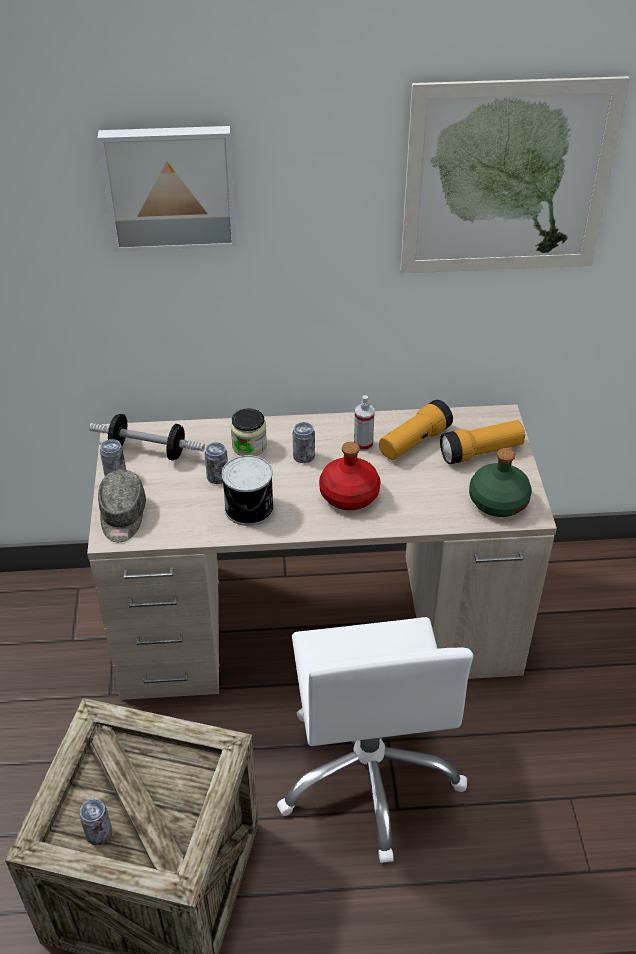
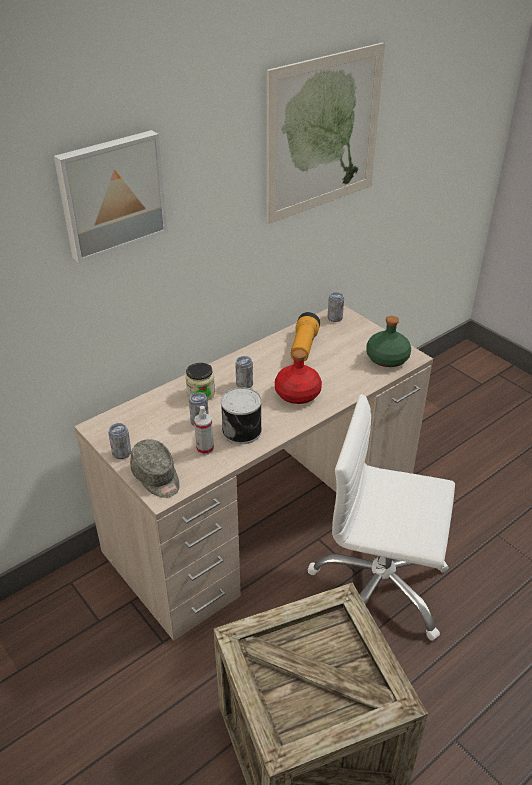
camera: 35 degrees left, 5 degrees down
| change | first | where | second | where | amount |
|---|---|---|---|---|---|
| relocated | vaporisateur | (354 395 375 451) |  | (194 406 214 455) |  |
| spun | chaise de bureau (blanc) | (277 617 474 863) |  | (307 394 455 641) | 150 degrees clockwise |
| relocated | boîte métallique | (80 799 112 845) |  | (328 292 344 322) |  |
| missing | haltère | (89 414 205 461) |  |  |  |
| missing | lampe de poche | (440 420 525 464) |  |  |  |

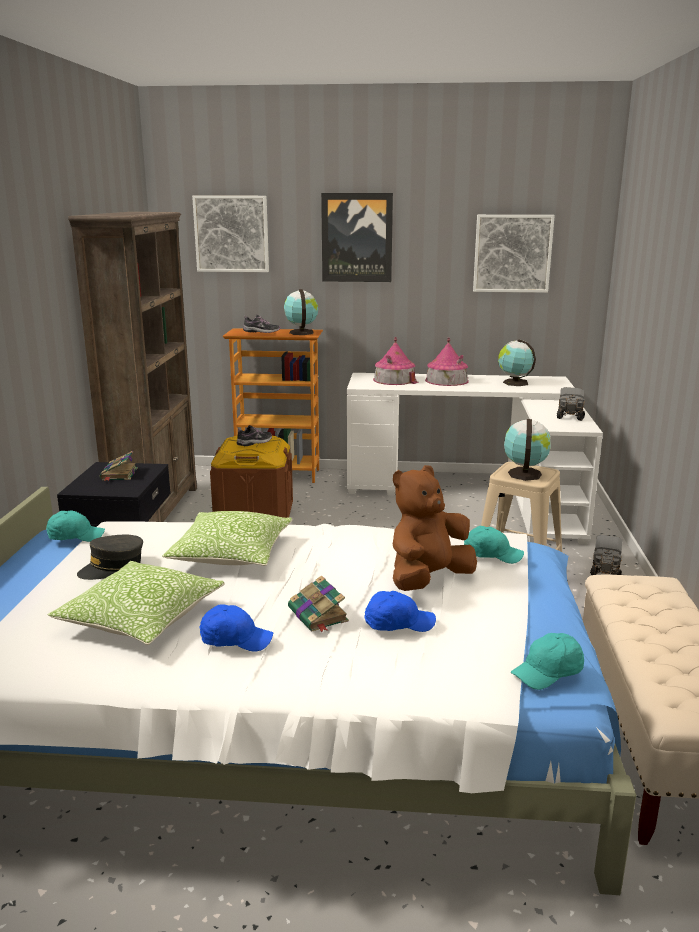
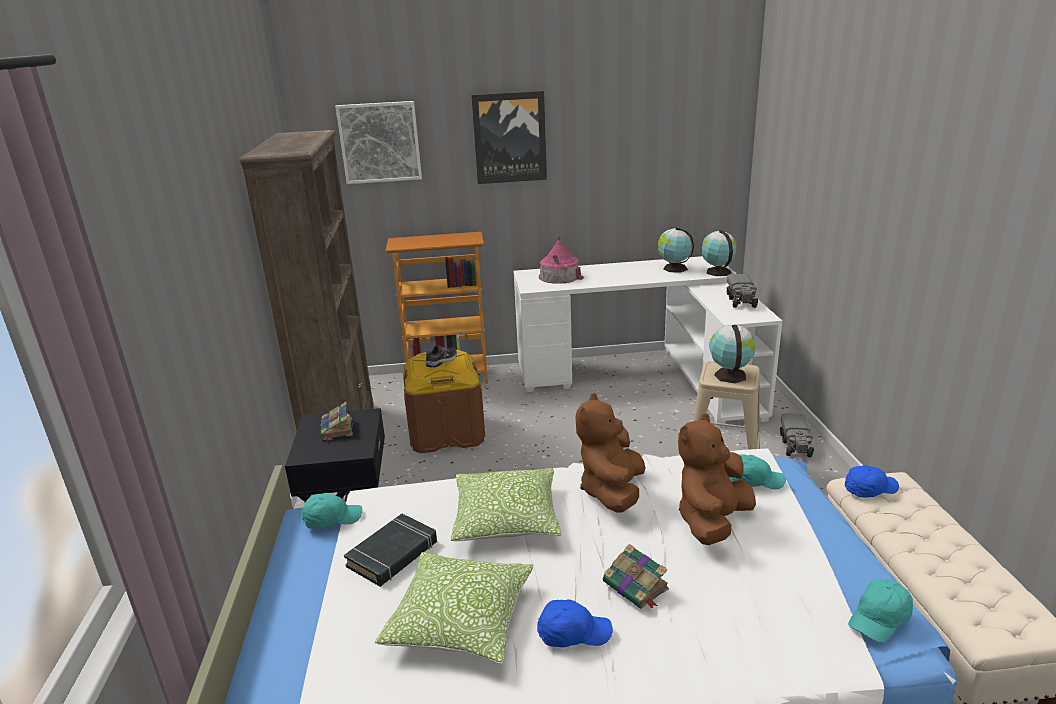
camera: 10 degrees left, 5 degrees up
| change | first | where | second | where | amount |
|---|---|---|---|---|---|
| exchanged | casquette (gris) | (77 535 143 580) | livre (noir) | (344 514 437 587) |  |
| appeared |  |  | peluche (marron) | (575 393 646 513) |  |
| relocated | globe | (284 289 318 335) |  | (702 230 736 276) |  |
| relocated | casquette (bleu) | (364 591 436 632) |  | (845 465 899 498) |  |
| missing | chaussure | (243 315 280 333) |  |  |  |
| missing | maison miniature | (425 338 469 386) |  |  |  |
| missing | tableau | (473 215 555 293) |  |  |  |

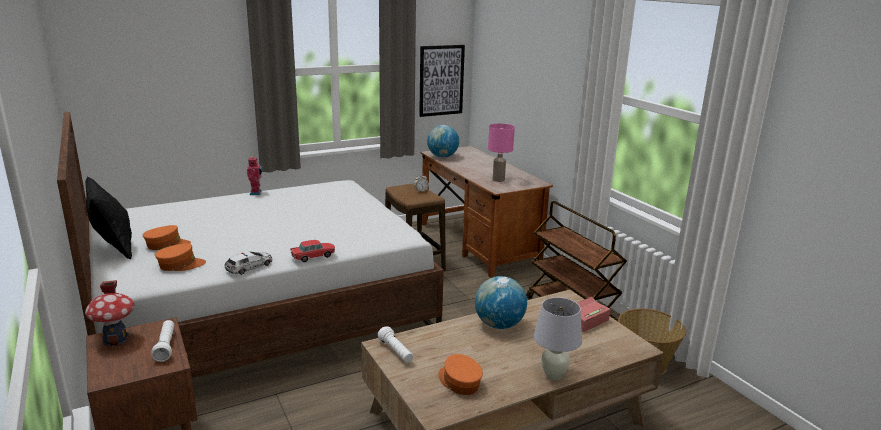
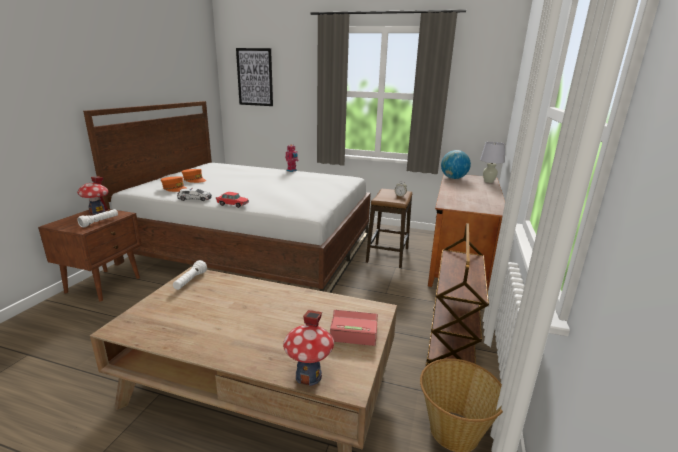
camera: 45 degrees right, 0 degrees up
| change | first | where | second | where | amount |
|---|---|---|---|---|---|
| relocated | tableau | (419 45 465 117) |  | (236 48 273 106) |  |
| appeared |  |  | maison miniature | (283 310 334 386) |  |
| relocated | lampe de table (blanc) | (534 297 582 380) |  | (480 142 505 183) |  |
| missing | coussin (noir) | (85 177 132 259) |  |  |  |
| missing | casquette (orange) | (438 354 483 395) |  |  |  |
| missing | globe | (475 276 527 329) |  |  |  |
| missing | lampe de table (rose) | (488 123 515 182) |  |  |  |

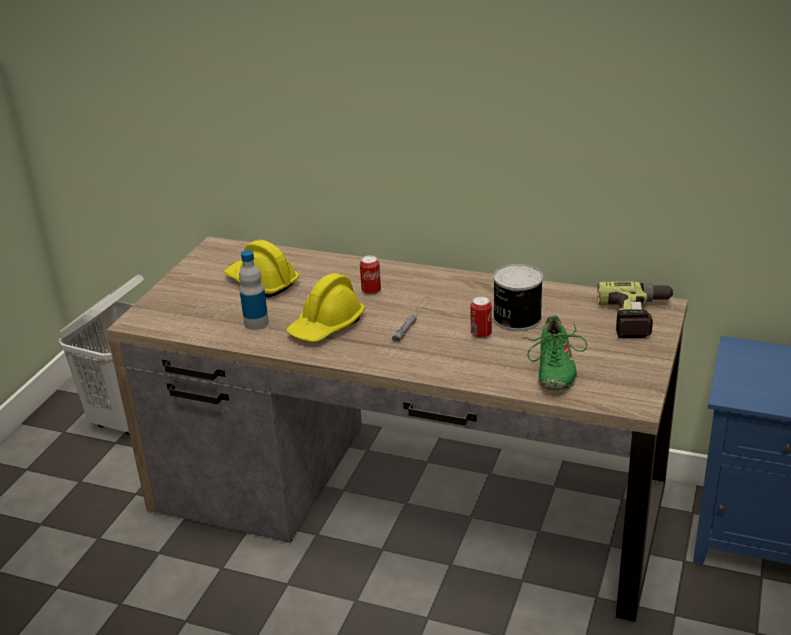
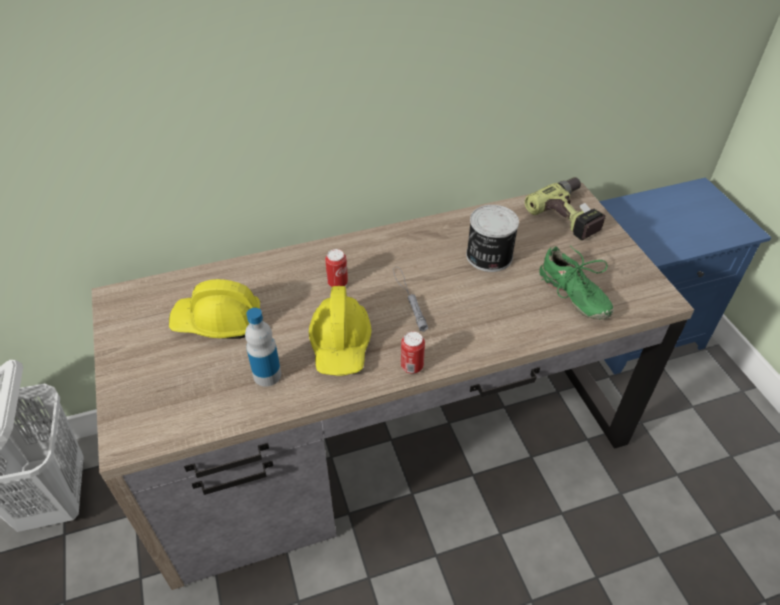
camera: 40 degrees left, 15 degrees up
| change | first | where | second | where | amount |
|---|---|---|---|---|---|
| relocated | boîte métallique | (471 296 492 339) |  | (401 331 425 374) |  |

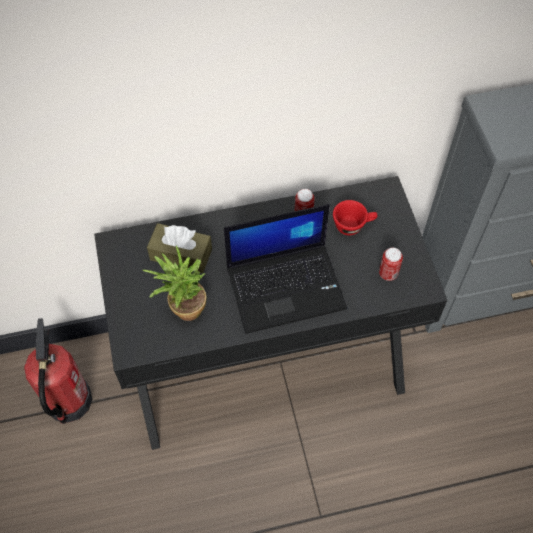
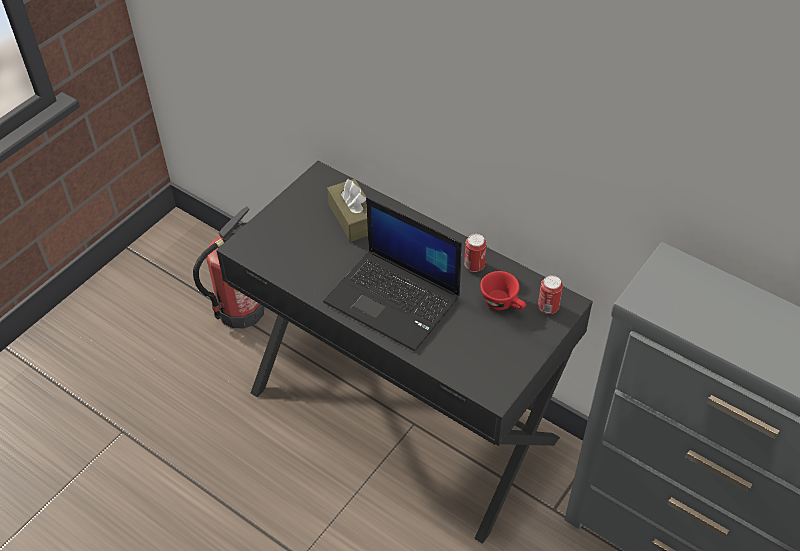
camera: 50 degrees right, 10 degrees down
| change | first | where | second | where | amount |
|---|---|---|---|---|---|
| relocated | boîte métallique | (379 248 403 281) |  | (538 275 563 314) |  |
| missing | plante en pot | (143 245 206 321) |  |  |  |

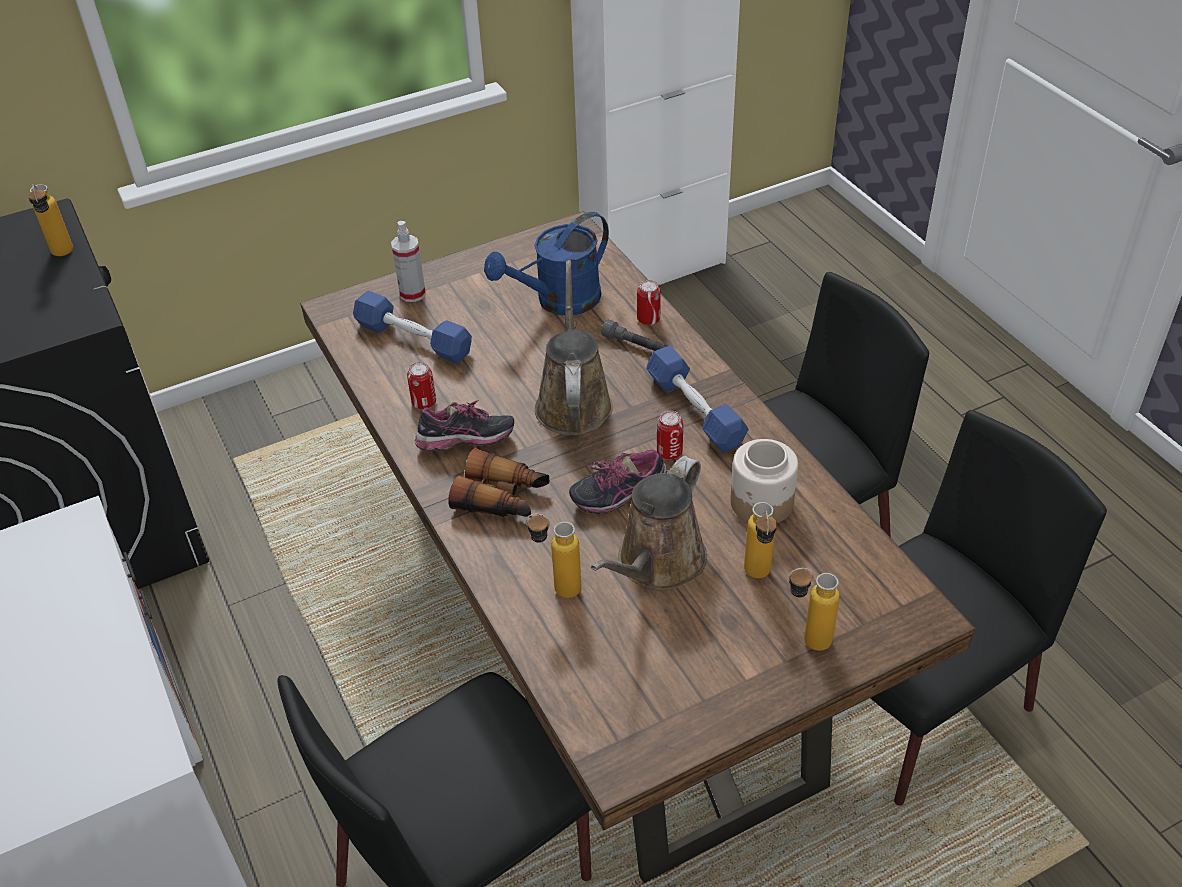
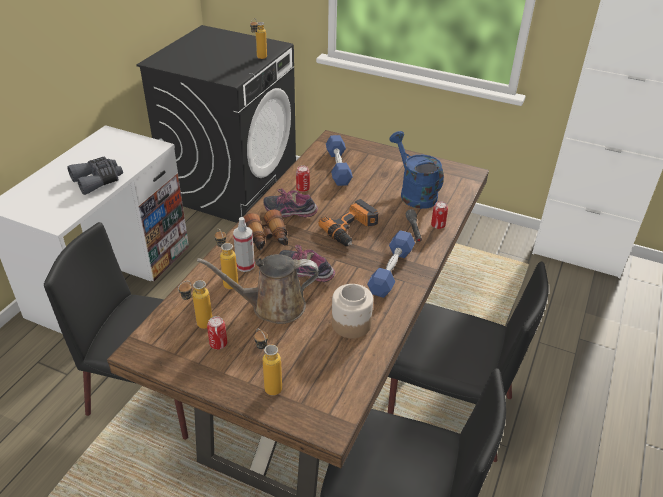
camera: 50 degrees right, 5 degrees down
| change | first | where | second | where | amount |
|---|---|---|---|---|---|
| appeared |  |  | jumelles (gris) | (67 156 123 195) |  |
| relocated | bouteille | (744 502 777 578) |  | (178 280 212 329) |  |
| relocated | boîte métallique | (657 411 683 460) |  | (207 316 227 349) |  |
| relocated | vaporisateur | (391 221 426 302) |  | (233 217 255 272) |  |
| spun | chaussure | (415 400 514 451) |  | (263 188 318 217) | 150 degrees clockwise |
| exchanged | arrosoir (marron) | (535 260 613 435) | perceuse | (318 199 378 246) |  |
| spun | arrosoir (bleu) | (484 212 609 315) |  | (389 131 444 209) | 45 degrees clockwise |

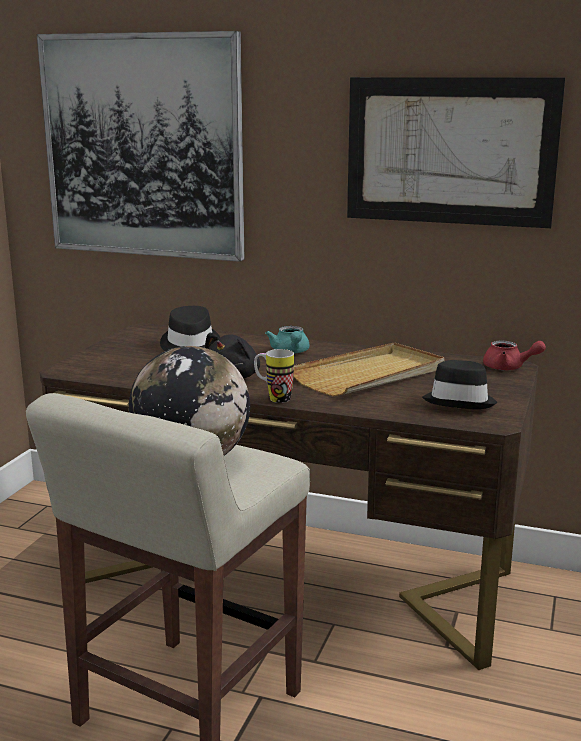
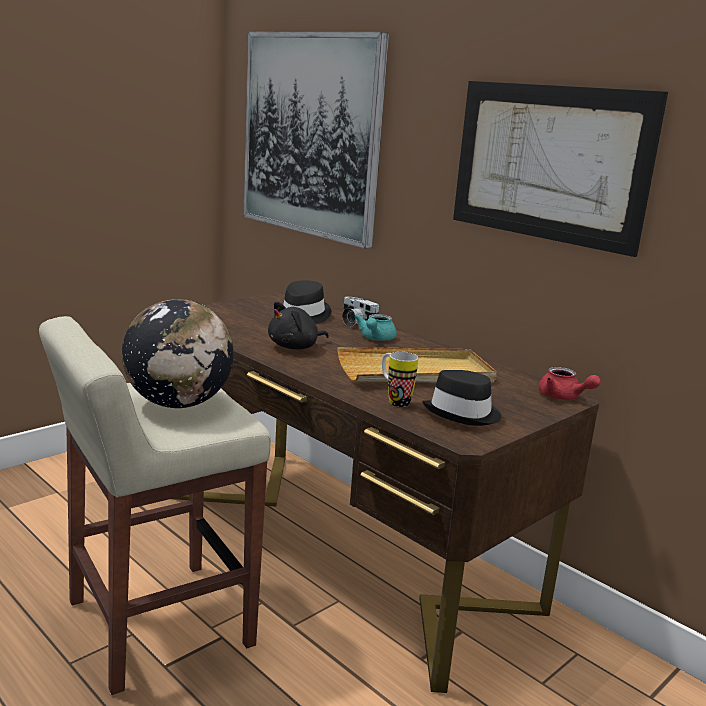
camera: 25 degrees right, 0 degrees up
| change | first | where | second | where | amount |
|---|---|---|---|---|---|
| appeared |  |  | appareil photo | (342 296 379 327) |  |
| relocated | mug | (254 349 294 403) |  | (382 352 418 407) |  |

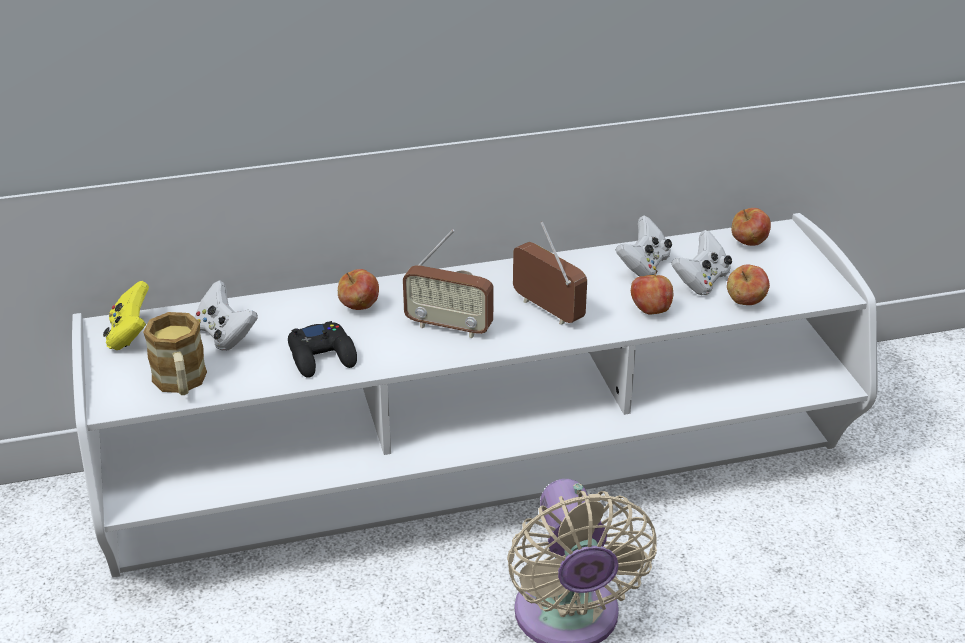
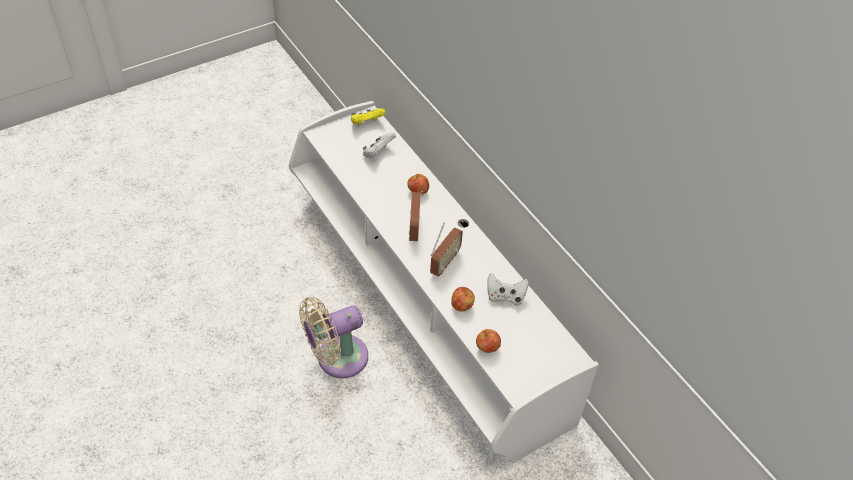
camera: 70 degrees right, 15 degrees up
| change | first | where | second | where | amount |
|---|---|---|---|---|---|
| missing | mug | (143 312 207 395) |  |  |  |
| missing | manette (noir) | (288 321 357 378) |  |  |  |
| missing | manette (blanc) | (672 230 732 295) |  |  |  |
| missing | pomme | (731 208 771 246) |  |  |  |

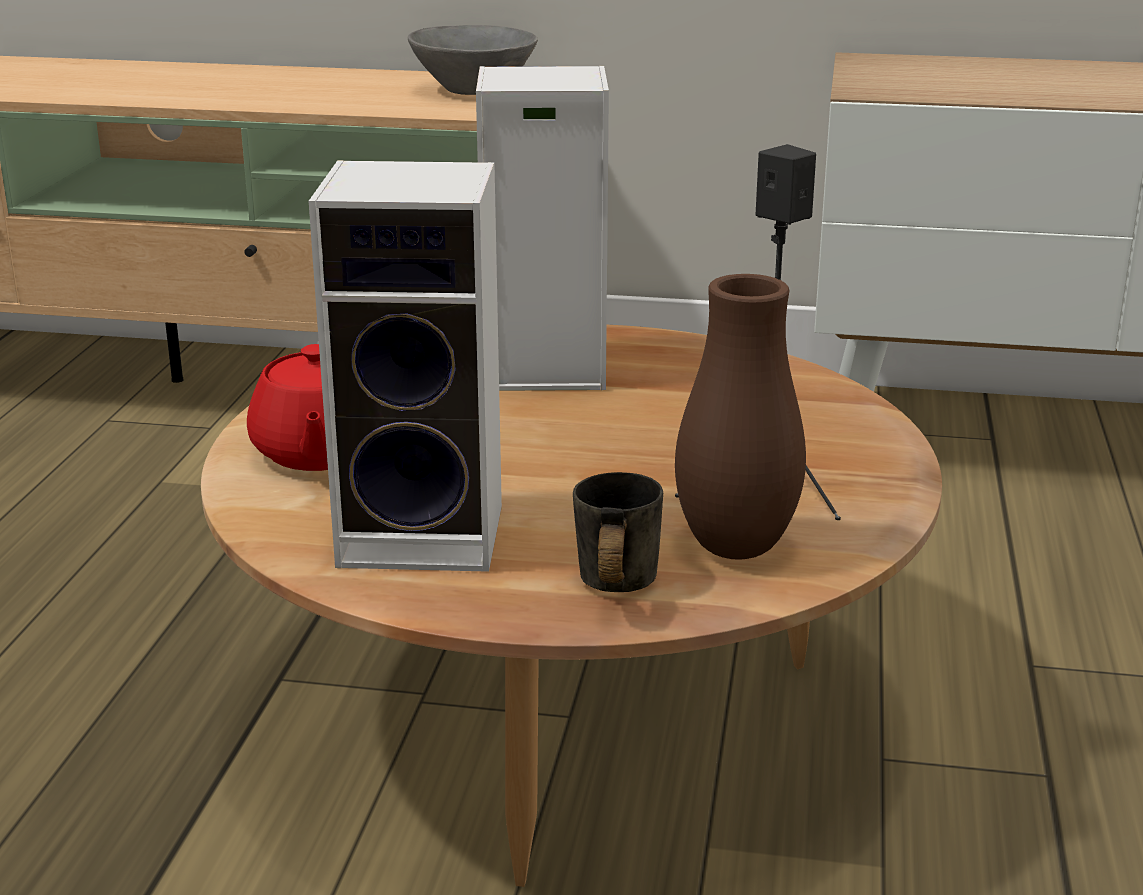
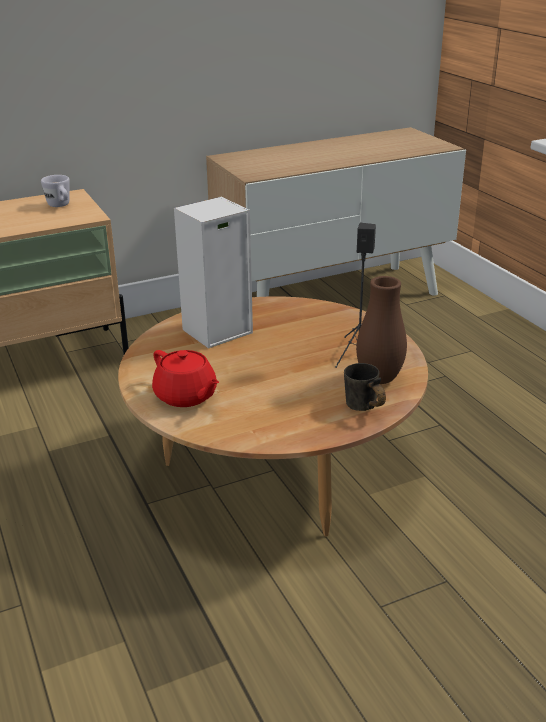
camera: 35 degrees left, 5 degrees up
| change | first | where | second | where | amount |
|---|---|---|---|---|---|
| exchanged | bol (gris) | (408 25 538 95) | mug (blanc) | (41 175 70 207) |  |
| missing | enceinte | (309 160 502 572) |  |  |  |

